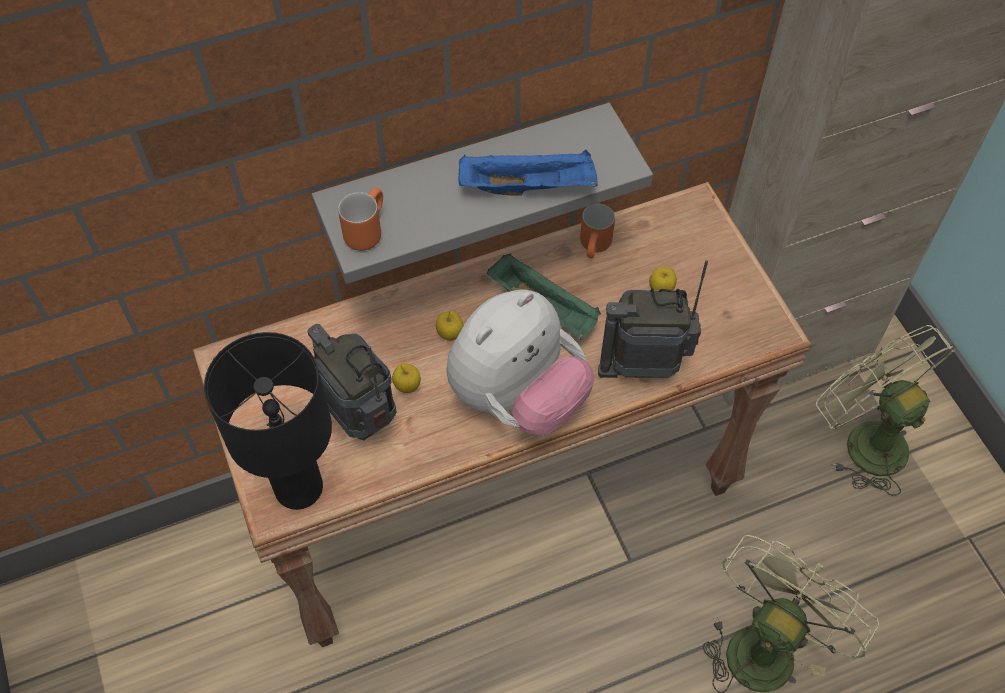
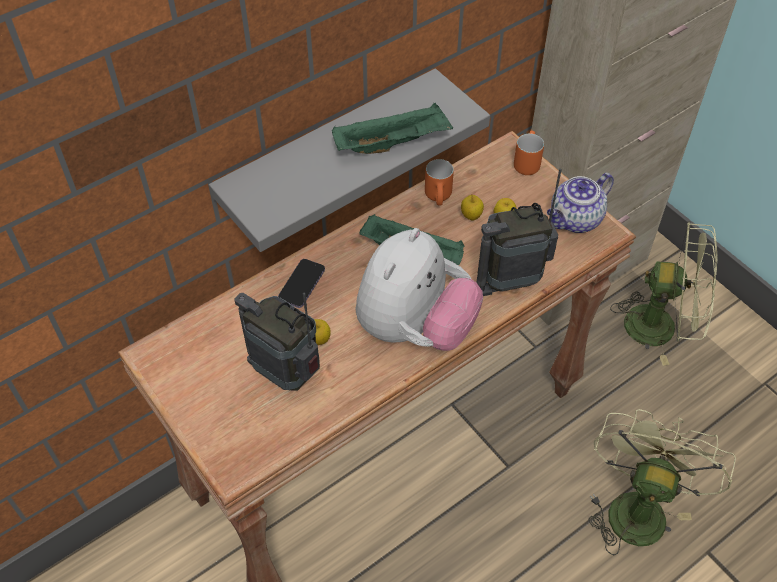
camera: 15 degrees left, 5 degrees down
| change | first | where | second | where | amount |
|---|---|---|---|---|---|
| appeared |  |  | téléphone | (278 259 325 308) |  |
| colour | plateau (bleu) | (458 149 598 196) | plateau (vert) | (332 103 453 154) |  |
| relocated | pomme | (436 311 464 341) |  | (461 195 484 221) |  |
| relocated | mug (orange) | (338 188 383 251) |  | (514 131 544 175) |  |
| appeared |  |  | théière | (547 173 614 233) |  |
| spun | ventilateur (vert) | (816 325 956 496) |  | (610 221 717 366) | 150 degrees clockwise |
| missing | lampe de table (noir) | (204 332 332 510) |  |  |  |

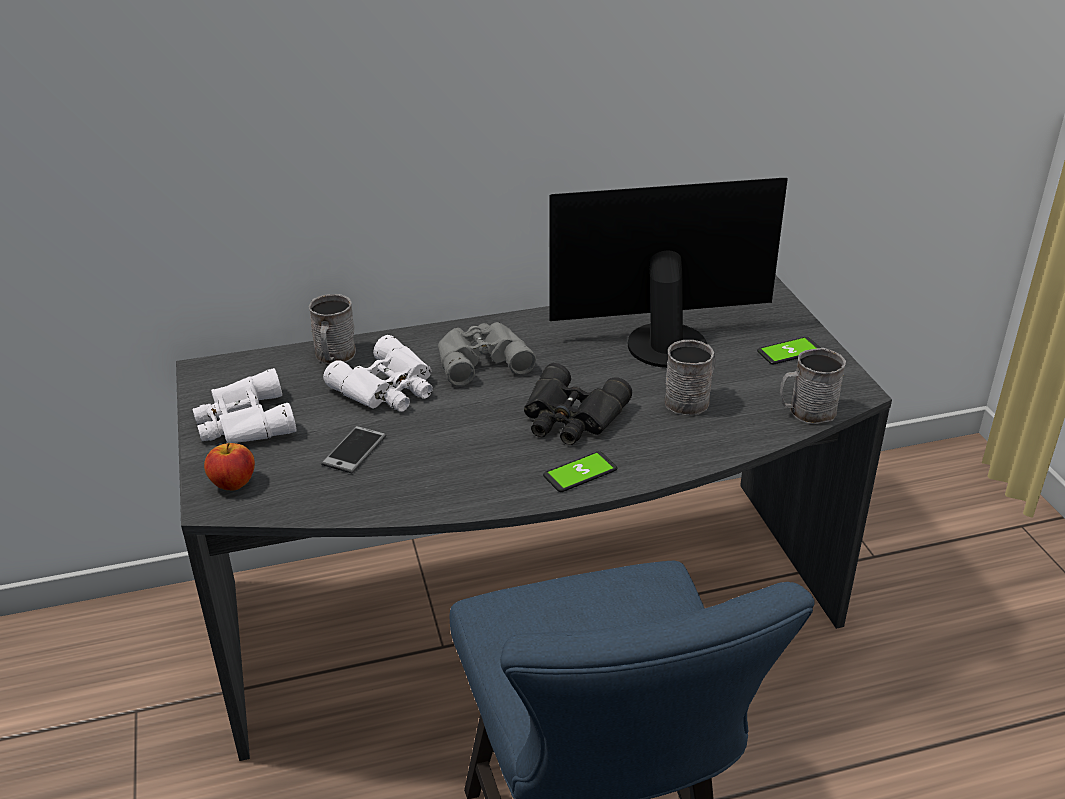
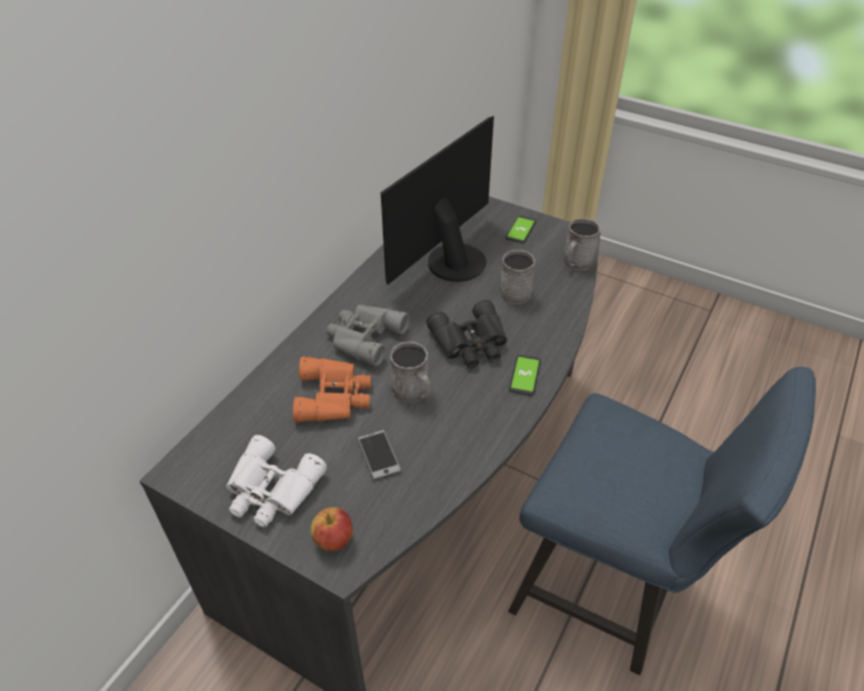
camera: 45 degrees left, 10 degrees up
| change | first | where | second | where | amount |
|---|---|---|---|---|---|
| colour | jumelles (blanc) | (323 335 433 412) | jumelles (orange) | (293 357 371 422) |  |
| relocated | mug (gris) | (309 294 356 364) |  | (390 342 431 403) |  |

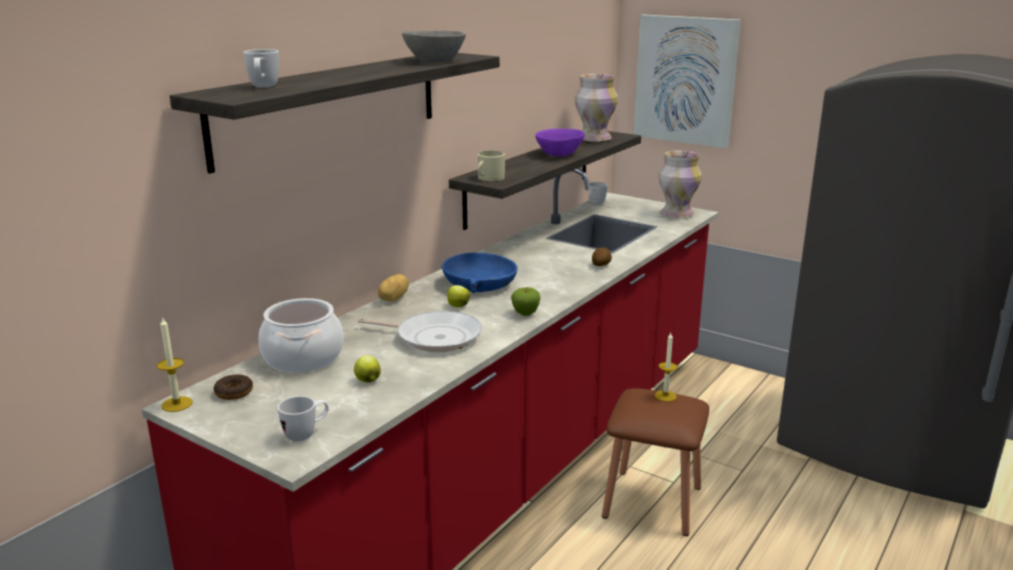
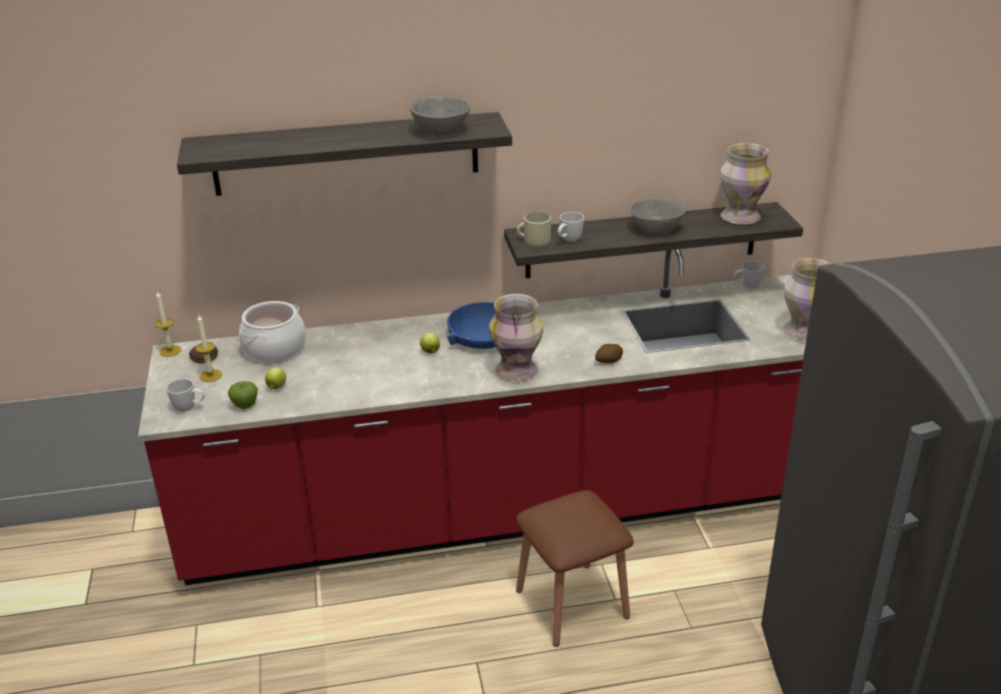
camera: 45 degrees right, 10 degrees up
| change | first | where | second | where | amount |
|---|---|---|---|---|---|
| relocated | bougie | (655 333 678 402) |  | (196 315 222 382) |  |
| relocated | pomme | (511 287 540 316) |  | (228 381 258 409) |  |
| appeared |  |  | vase | (489 294 543 381) |  |
| relocated | mug (blanc) | (243 49 279 87) |  | (558 212 584 242) |  |
| colour | bol (violet) | (535 129 585 157) | bol (gris) | (630 198 686 234) |  |
| missing | poêle | (358 311 482 352) |  |  |  |
| missing | pomme de terre | (378 274 409 302) |  |  |  |
| missing | tableau | (634 15 741 148) |  |  |  |

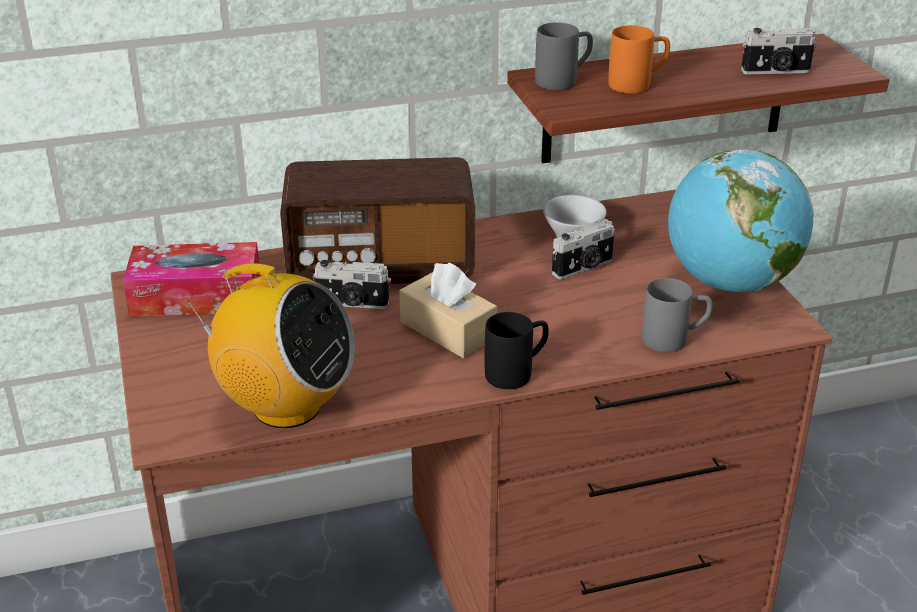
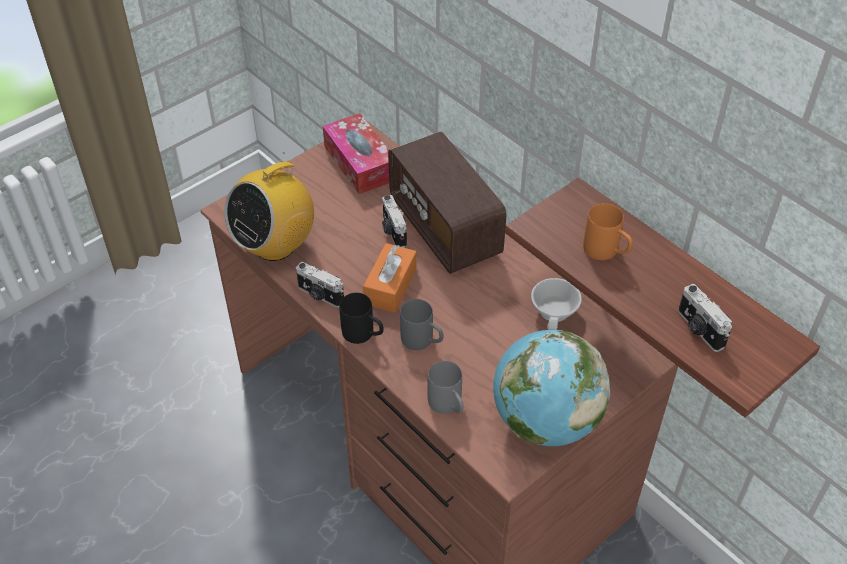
camera: 65 degrees right, 15 degrees up
| change | first | where | second | where | amount |
|---|---|---|---|---|---|
| spun | radio | (187 263 355 428) |  | (224 152 314 261) | 45 degrees clockwise |
| relocated | appareil photo | (552 220 615 279) |  | (296 262 344 308) |  |
| colour | boîte à mouchoirs (beige) | (399 262 497 358) | boîte à mouchoirs (orange) | (363 243 417 313) |  |
| relocated | mug (gris) | (535 22 593 90) |  | (400 299 444 350) |  |

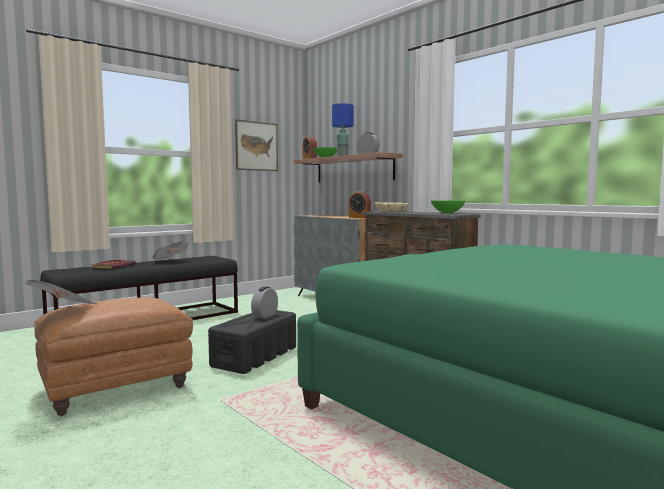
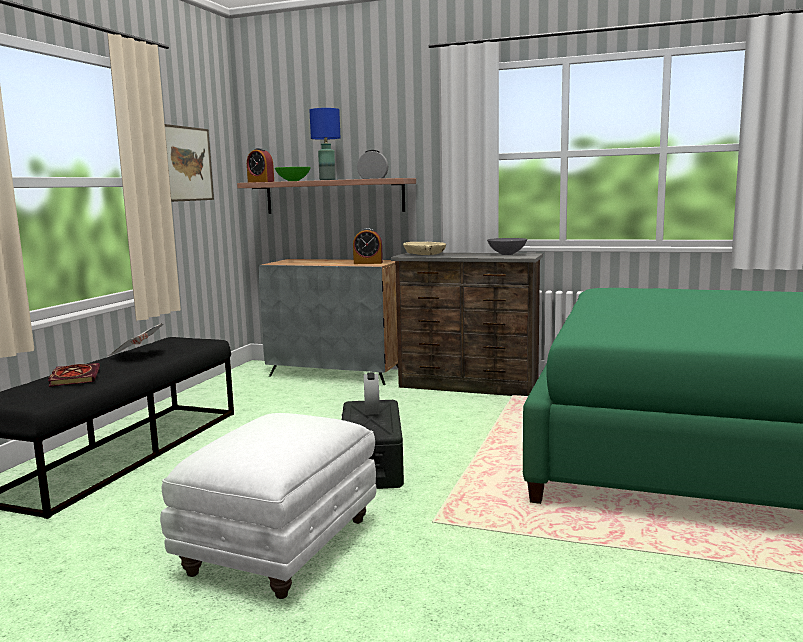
camera: 30 degrees left, 5 degrees up
| change | first | where | second | where | amount |
|---|---|---|---|---|---|
| colour | pouf (marron) | (34 297 193 416) | pouf (blanc) | (160 413 377 599) |  |
| colour | bol (vert) | (431 200 465 214) | bol (gris) | (487 238 527 255) |  |
| missing | journal | (24 280 98 304) |  |  |  |

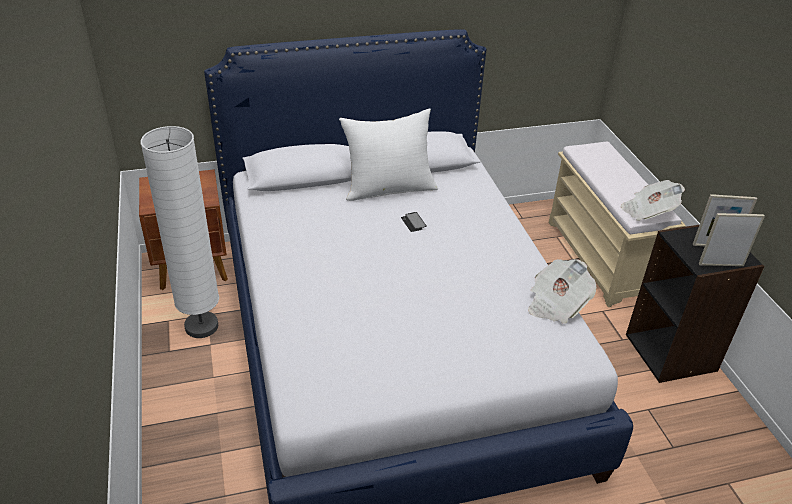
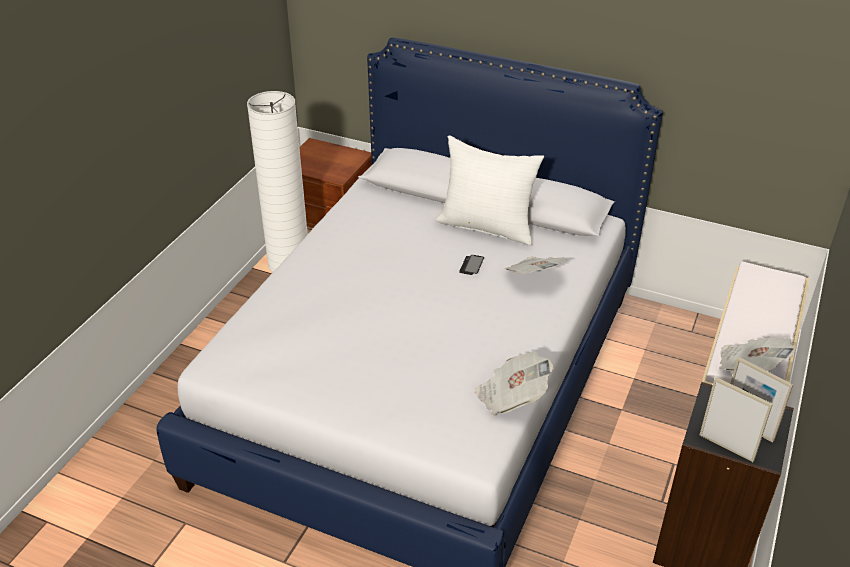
camera: 40 degrees right, 0 degrees up
| change | first | where | second | where | amount |
|---|---|---|---|---|---|
| appeared |  |  | journal | (504 257 568 274) |  |

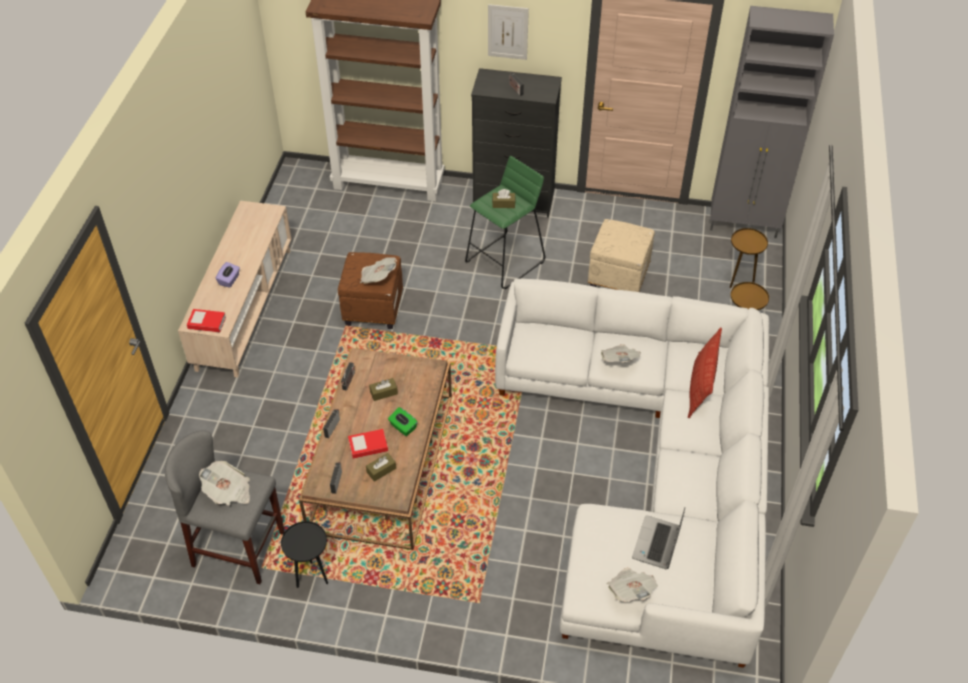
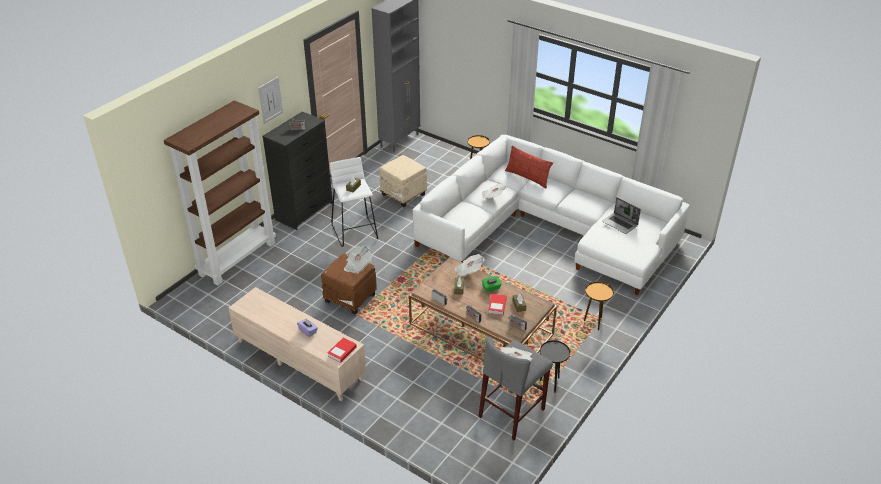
camera: 65 degrees left, 10 degrees down
| change | first | where | second | where | amount |
|---|---|---|---|---|---|
| colour | tabouret (vert) | (465 156 545 289) | tabouret (blanc) | (330 157 378 247) |  |
| relocated | journal | (606 568 658 602) |  | (455 254 484 277) |  |
| relocated | table d'appoint (marron) | (730 228 768 288) |  | (584 282 614 331) |  |

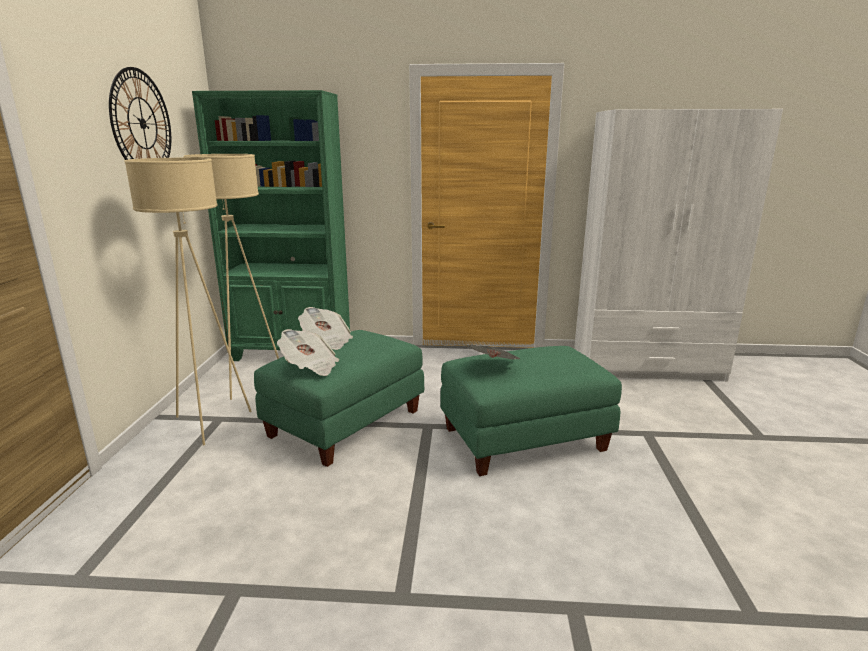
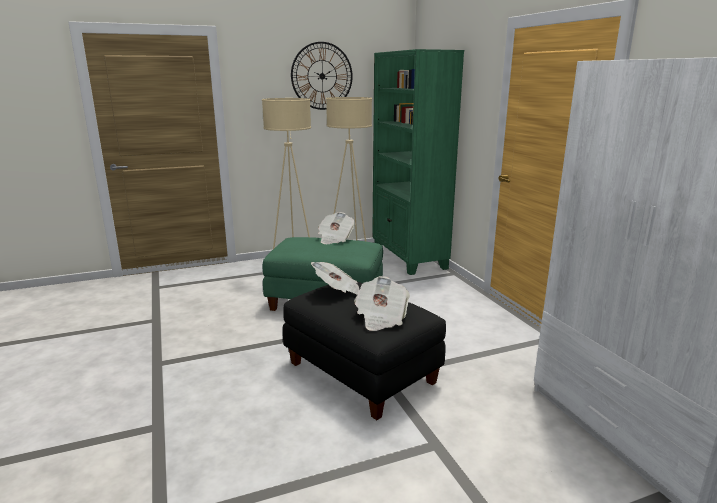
camera: 65 degrees right, 0 degrees up
| change | first | where | second | where | amount |
|---|---|---|---|---|---|
| colour | pouf (vert) | (440 346 622 476) | pouf (noir) | (283 282 446 420) |  |
| relocated | journal | (277 329 339 376) |  | (354 276 410 331) |  |

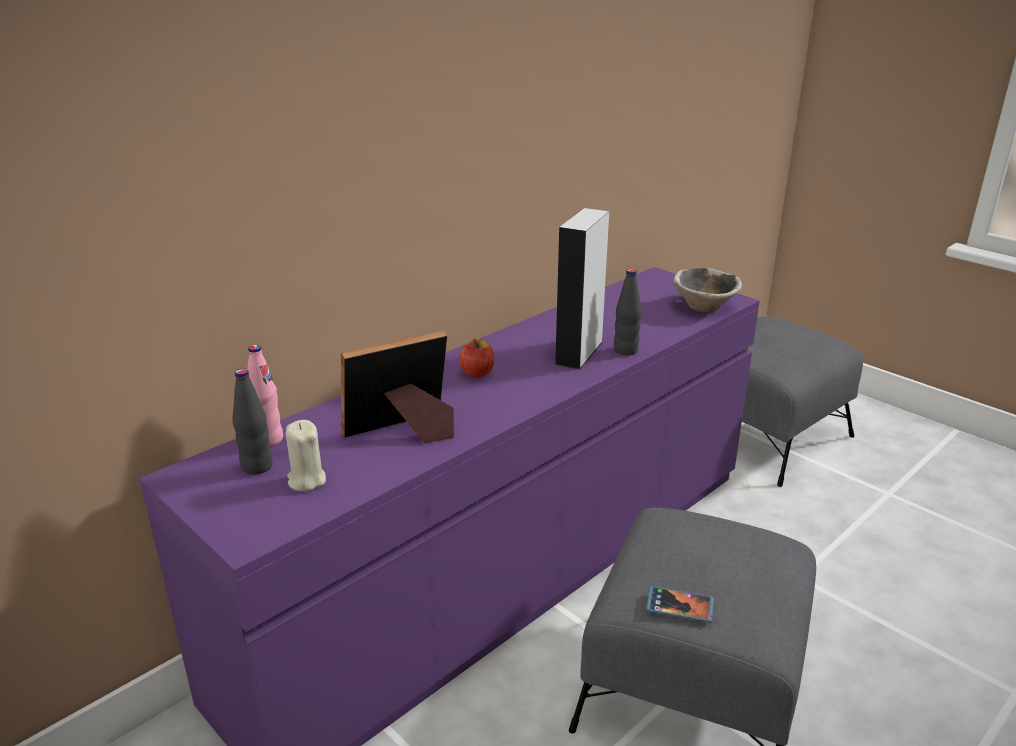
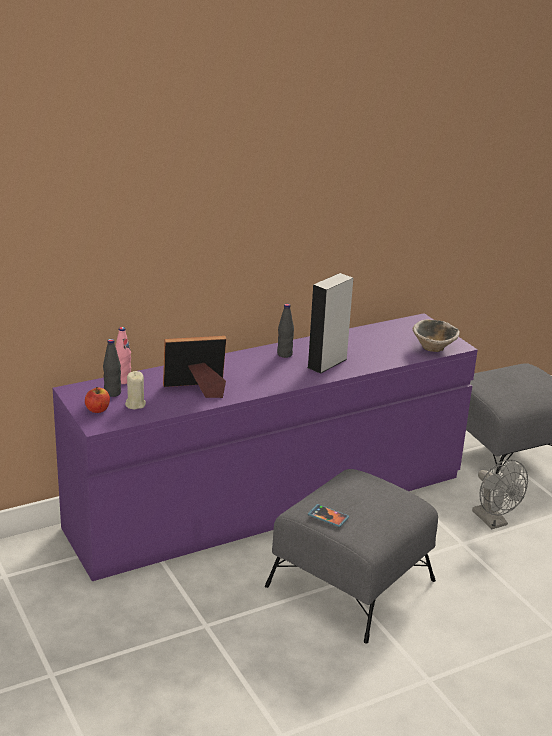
camera: 15 degrees right, 0 degrees up
| change | first | where | second | where | amount |
|---|---|---|---|---|---|
| relocated | pomme | (459 339 494 377) |  | (85 387 110 413) |  |
| relocated | bouteille (noir) | (614 269 642 355) |  | (277 304 294 358) |  |
| appeared |  |  | ventilateur (gris) | (472 460 528 529) |  |

